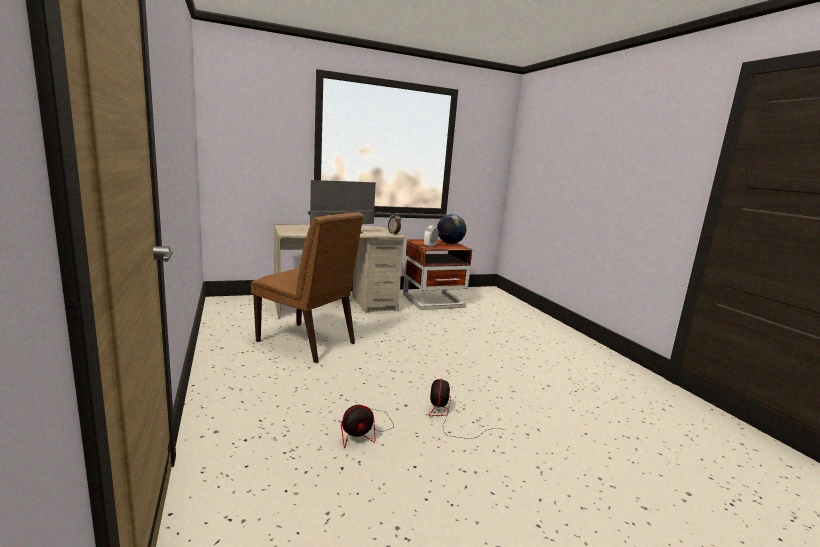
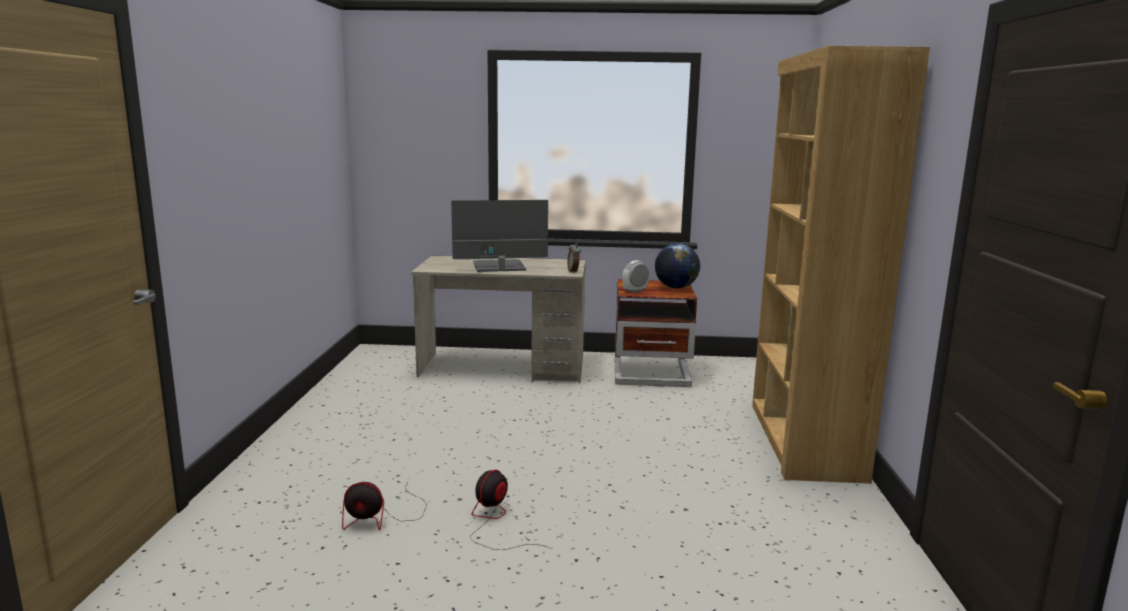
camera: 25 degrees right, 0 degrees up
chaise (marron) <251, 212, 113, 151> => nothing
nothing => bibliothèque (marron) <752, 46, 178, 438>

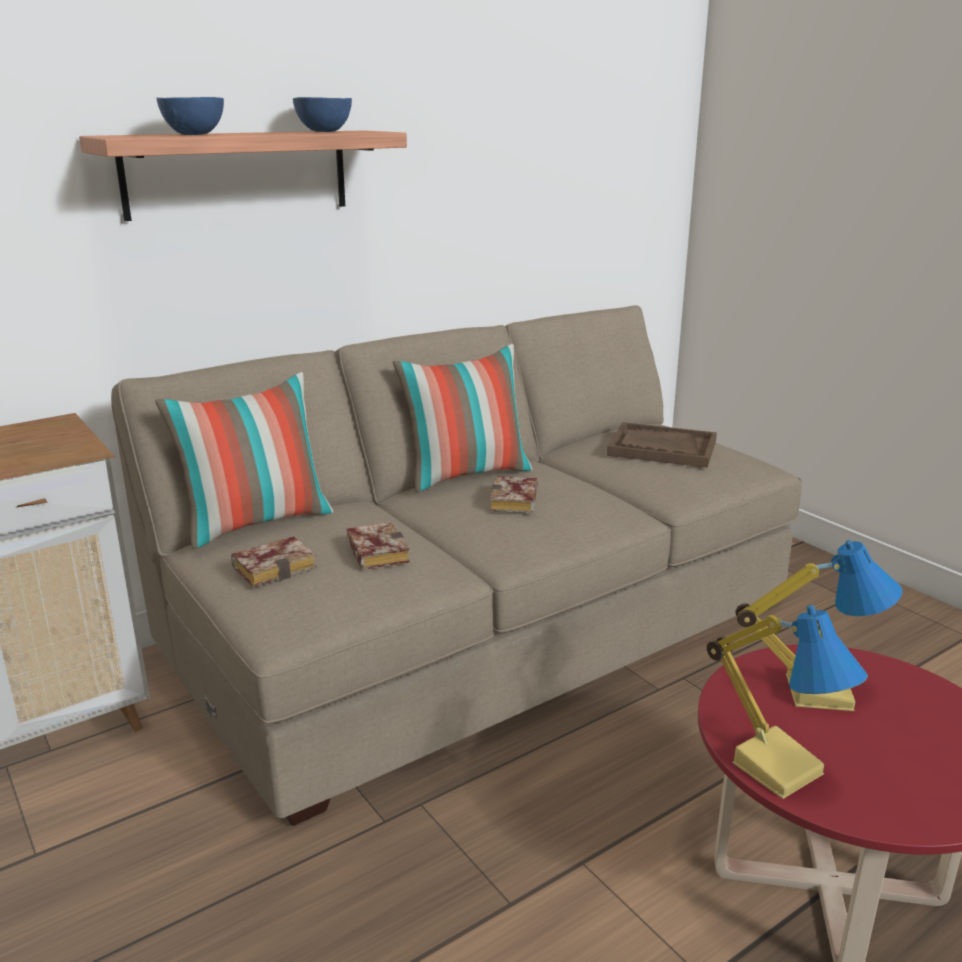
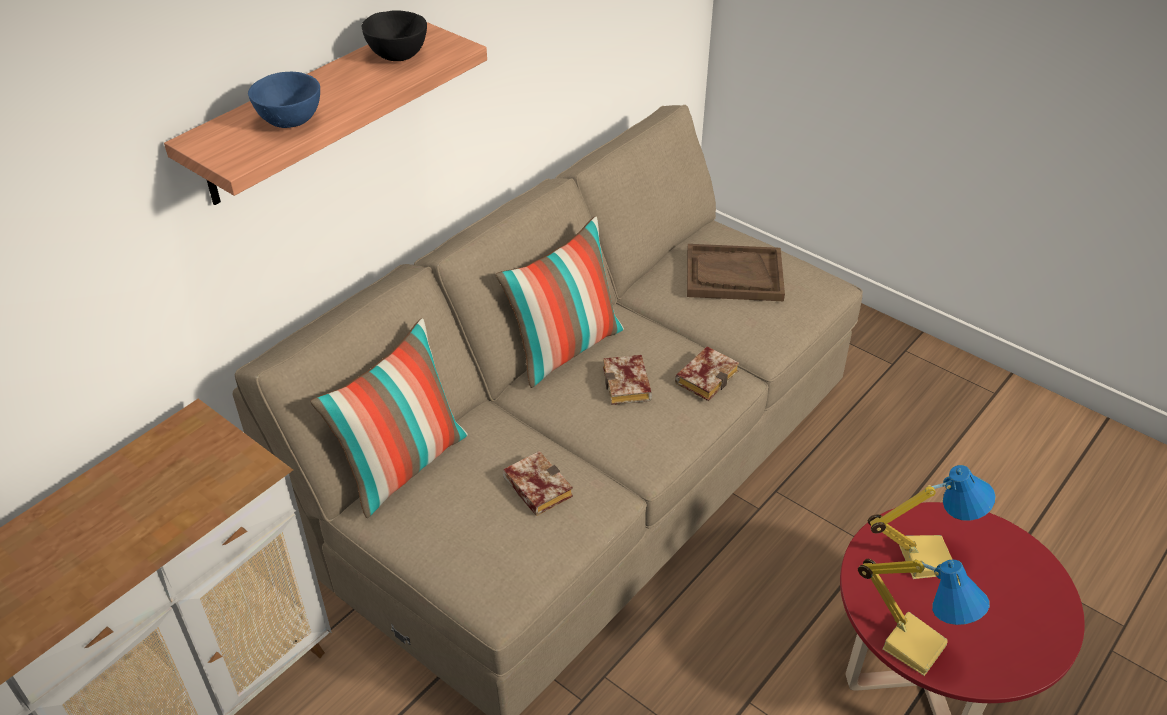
camera: 15 degrees left, 20 degrees up
livre <231, 536, 86, 51> => livre <675, 346, 64, 55>, shifted
bol (bleu) <293, 97, 59, 35> => bol (noir) <362, 10, 65, 51>

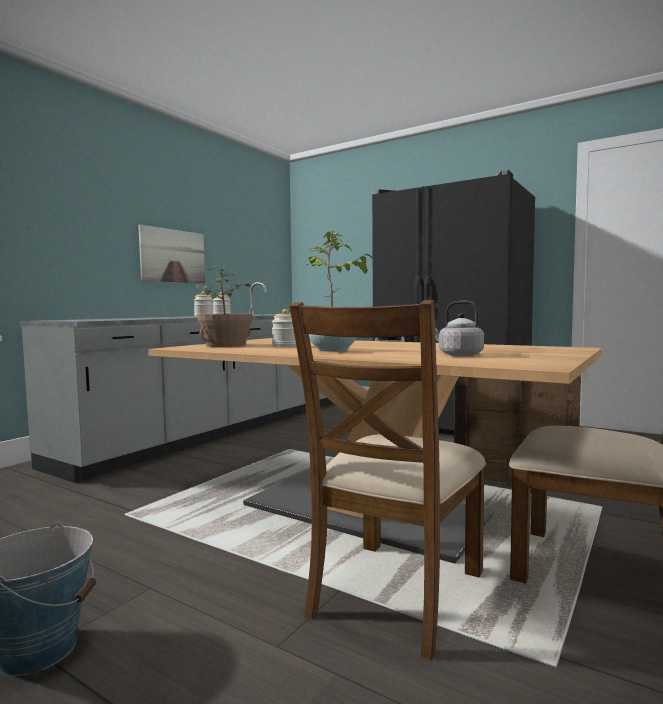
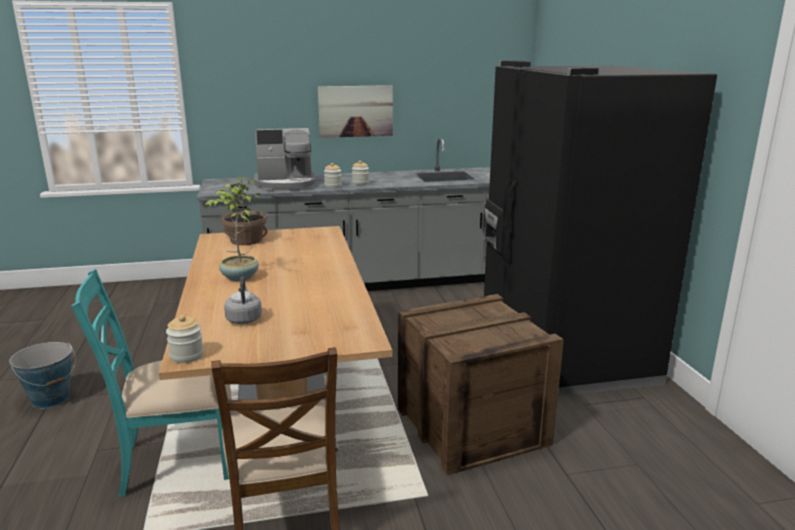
camera: 45 degrees right, 15 degrees up
bocal <272, 309, 24, 38> => bocal <166, 315, 38, 48>, shifted
chaise (marron) <290, 300, 196, 361> => chaise (turquoise) <71, 269, 161, 228>
nothing => machine à café <254, 128, 61, 63>

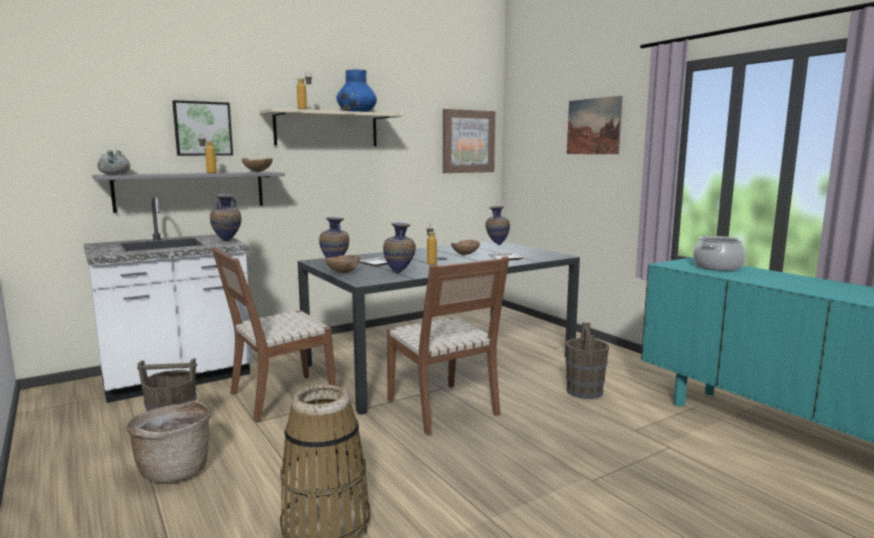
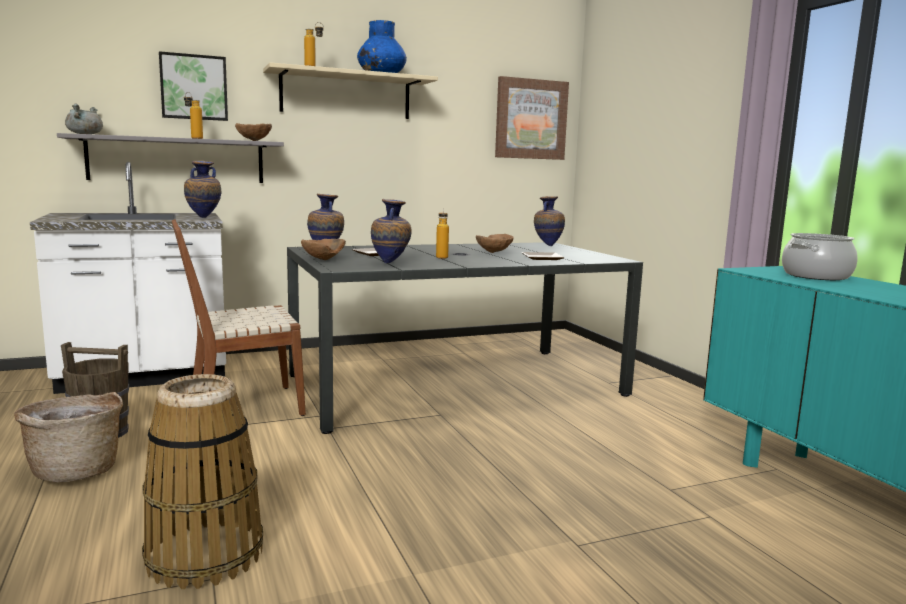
camera: 10 degrees right, 0 degrees up
chaise <387, 256, 122, 179> => nothing
seau (marron) <566, 323, 43, 76> => nothing
tableau <567, 96, 55, 58> => nothing

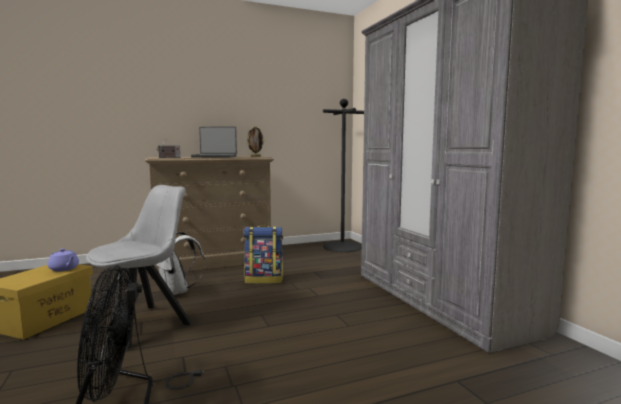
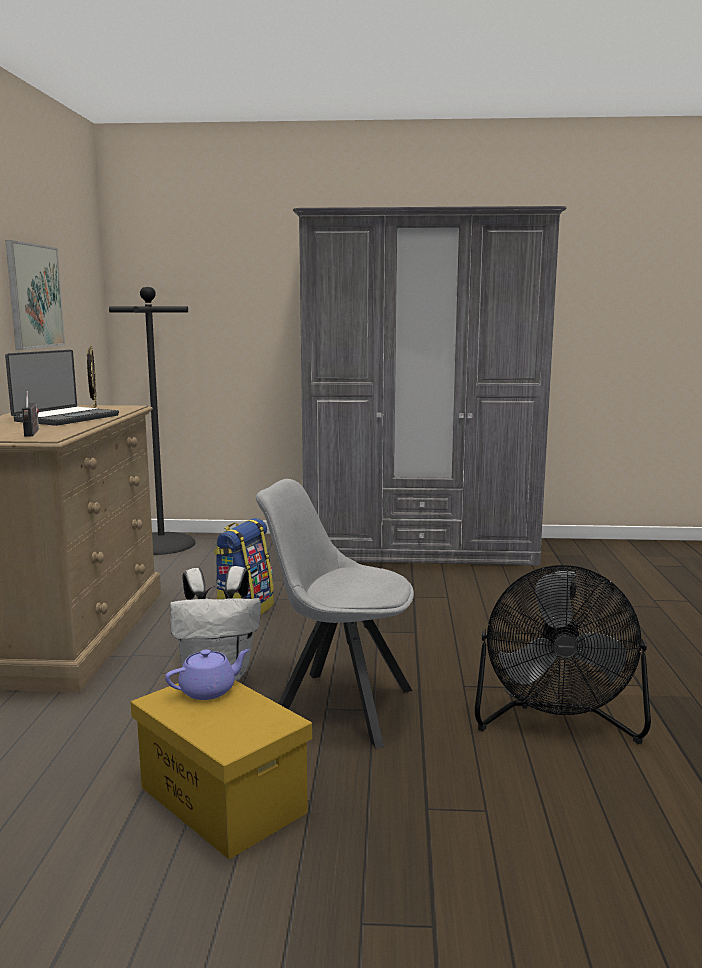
camera: 65 degrees left, 5 degrees up
chaise (gris) <86, 185, 106, 165> => chaise (gris) <256, 479, 158, 269>, 45 degrees counterclockwise
nothing => tableau <5, 240, 60, 110>

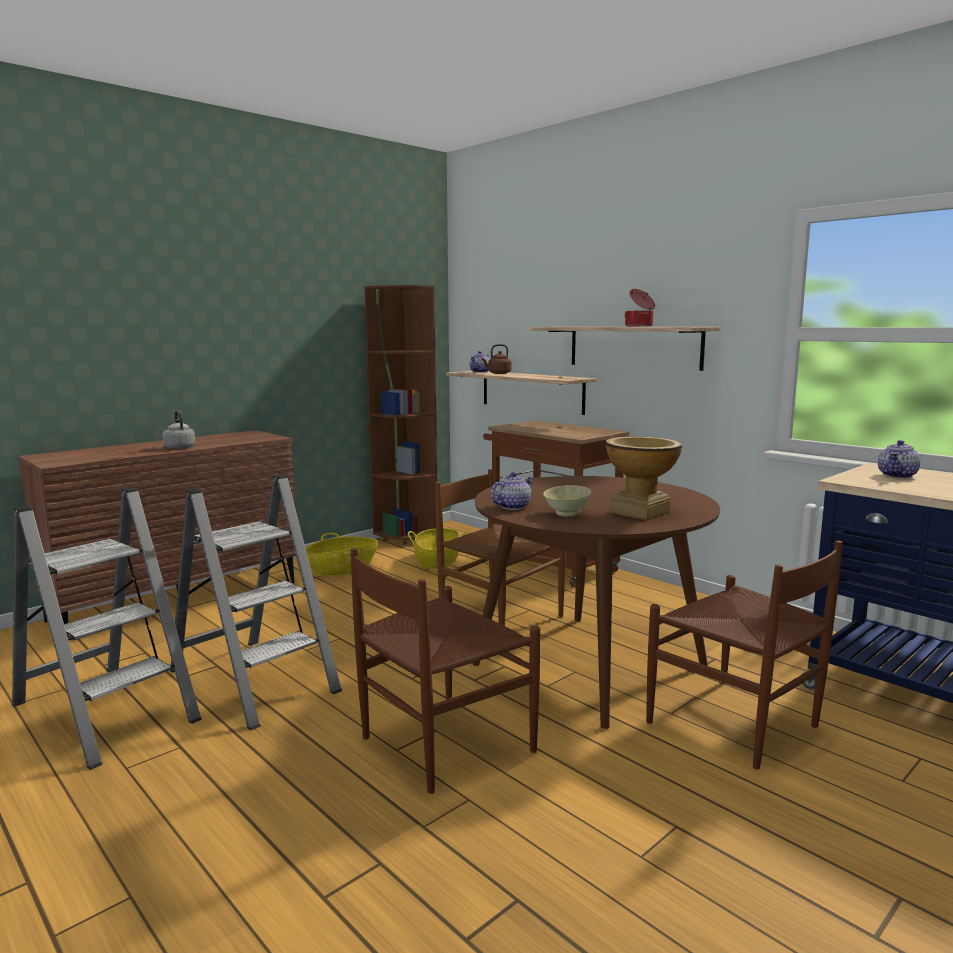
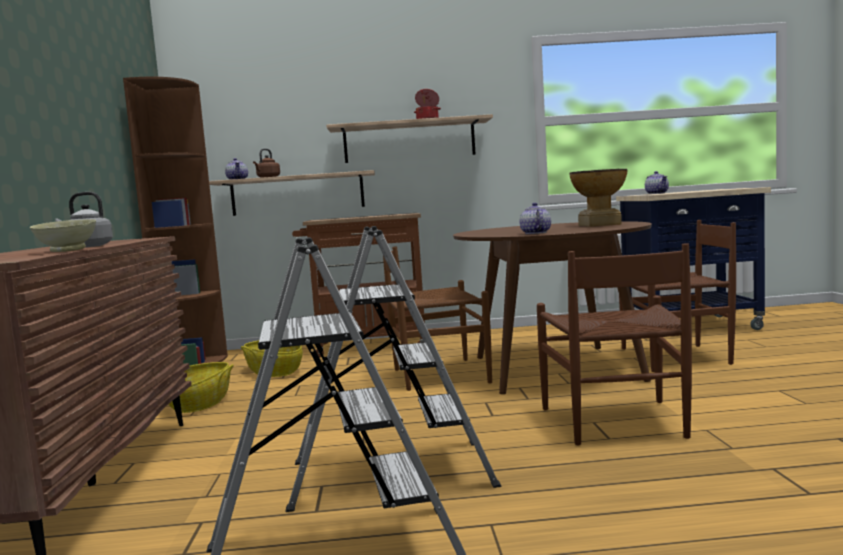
camera: 50 degrees left, 5 degrees down
bol (beige) <543, 485, 49, 32> => bol (beige) <29, 219, 67, 33>, shifted

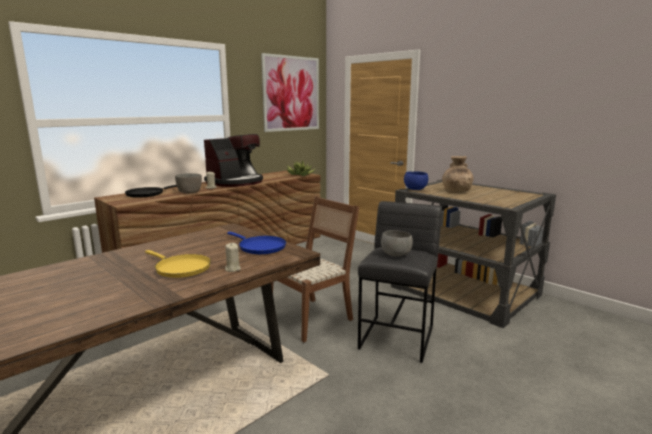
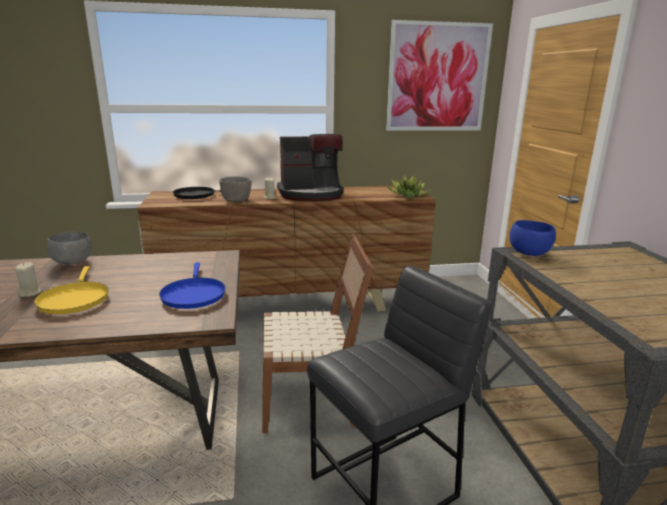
camera: 35 degrees right, 5 degrees up
bougie (beige) <225, 243, 16, 29> => bougie (beige) <15, 262, 26, 35>, shifted
bol (gris) <381, 230, 32, 26> => bol (gris) <47, 231, 45, 33>, shifted
vase (marron) <442, 156, 31, 36> => nothing

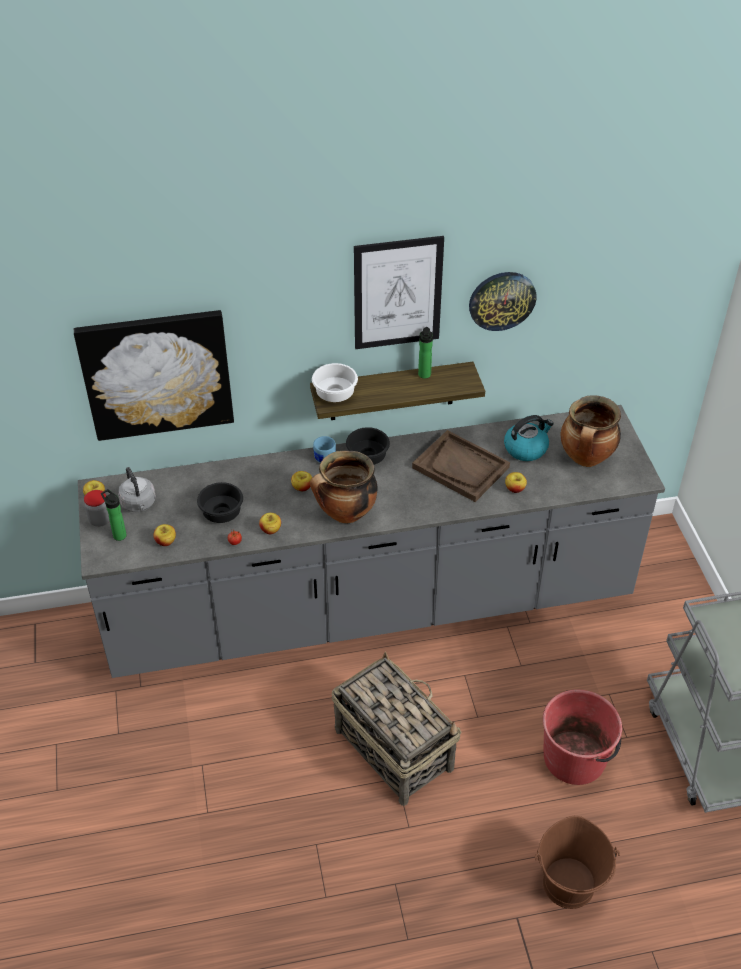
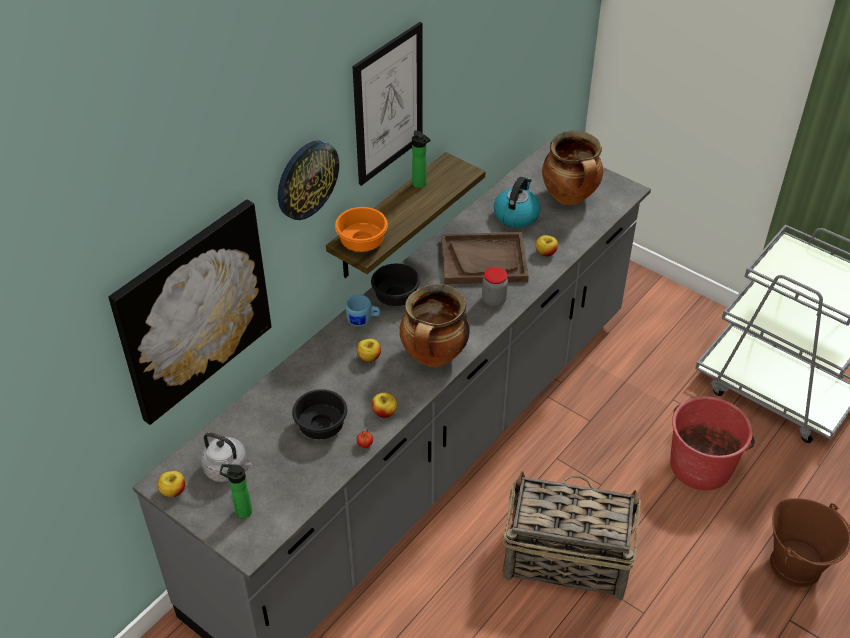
camera: 40 degrees left, 0 degrees up
bocal <84, 490, 26, 37> => bocal <482, 267, 26, 40>, shifted
pomme <153, 524, 23, 22> => nothing
bol (blanc) <312, 363, 46, 39> => bol (orange) <335, 207, 53, 45>
horloge murale <469, 272, 68, 59> => horloge murale <278, 140, 61, 80>, shifted

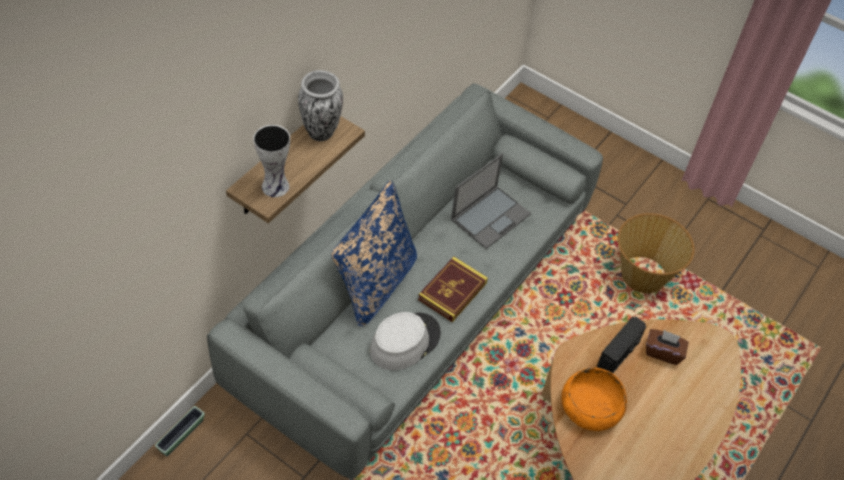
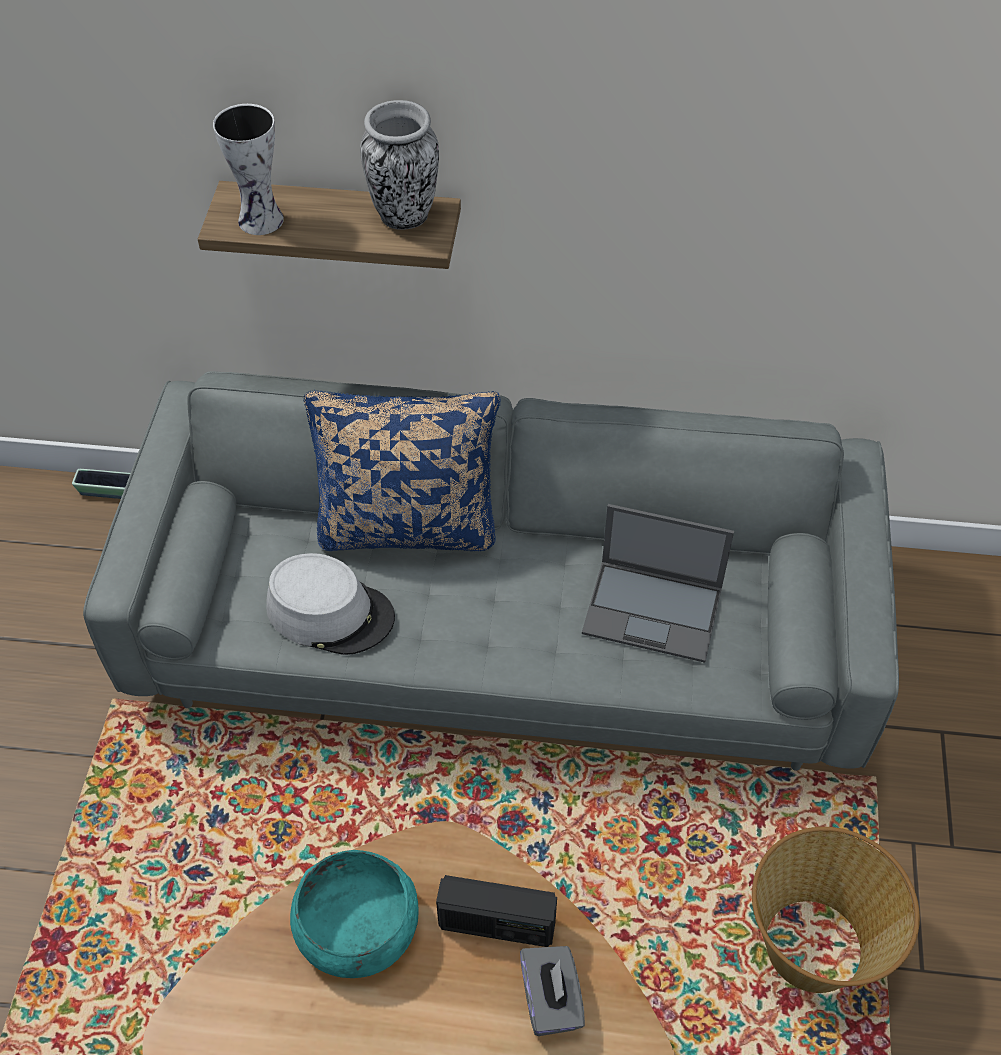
camera: 65 degrees right, 0 degrees up
livre <418, 257, 70, 65> => nothing
bol (orange) <561, 368, 66, 63> => bol (turquoise) <290, 850, 129, 128>
boîte à mouchoirs (marron) <646, 329, 42, 36> => boîte à mouchoirs (gris) <520, 946, 65, 90>

